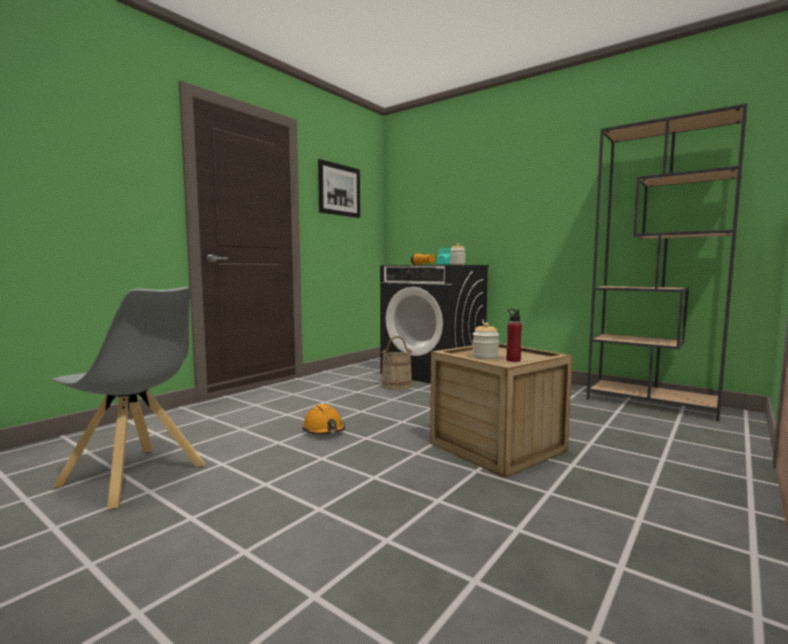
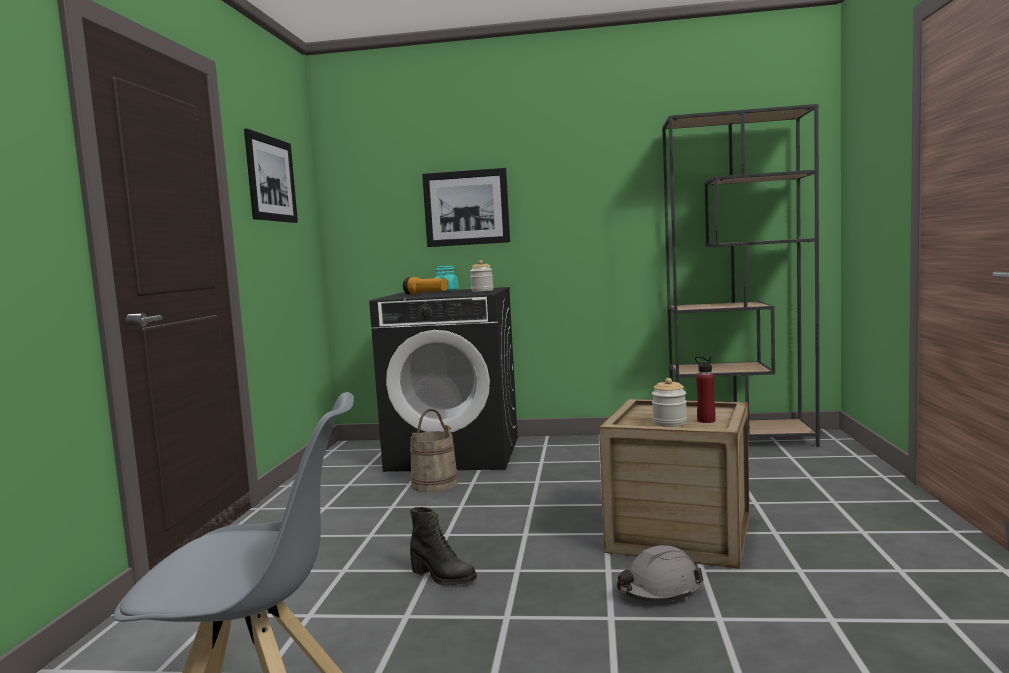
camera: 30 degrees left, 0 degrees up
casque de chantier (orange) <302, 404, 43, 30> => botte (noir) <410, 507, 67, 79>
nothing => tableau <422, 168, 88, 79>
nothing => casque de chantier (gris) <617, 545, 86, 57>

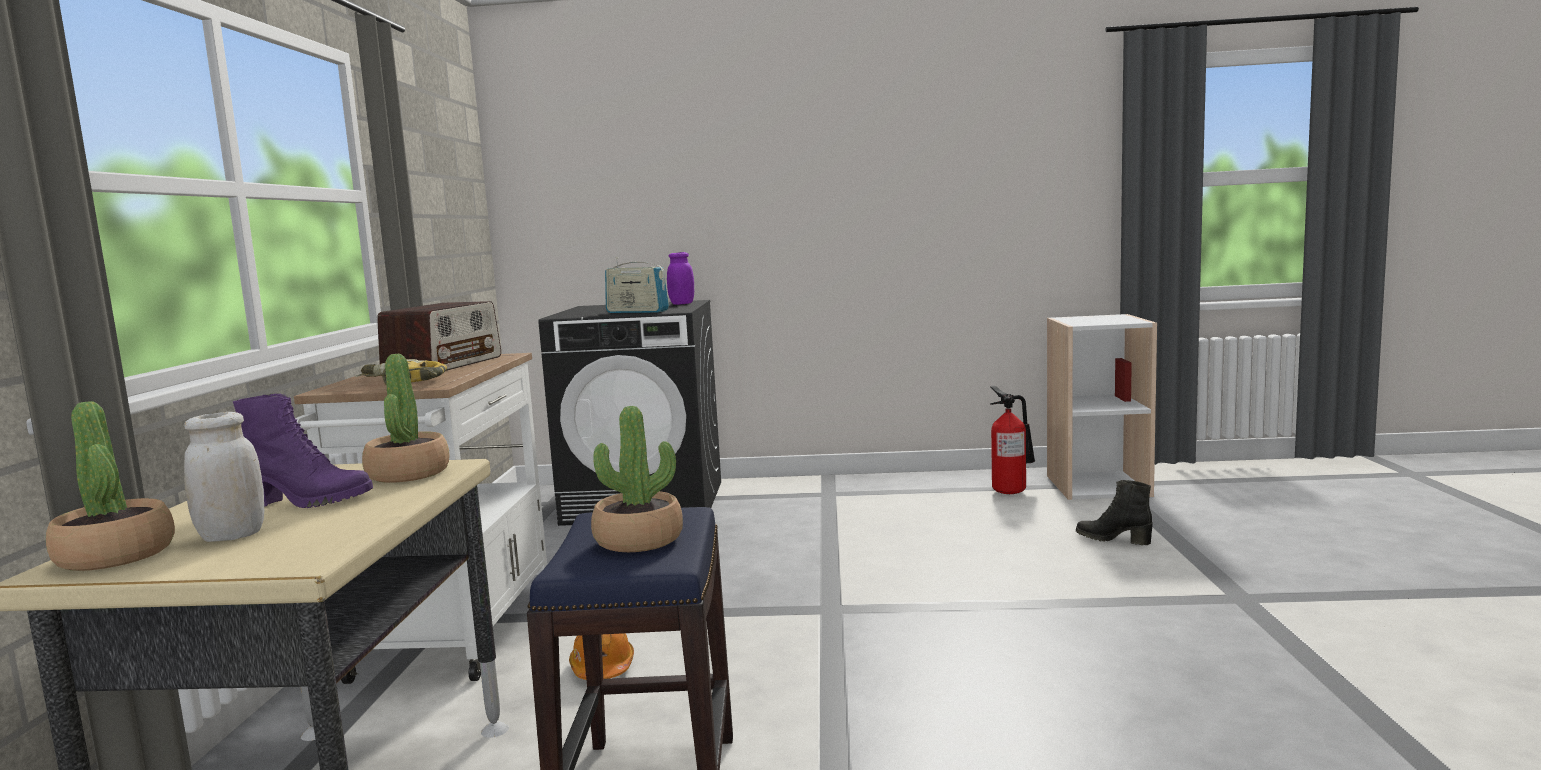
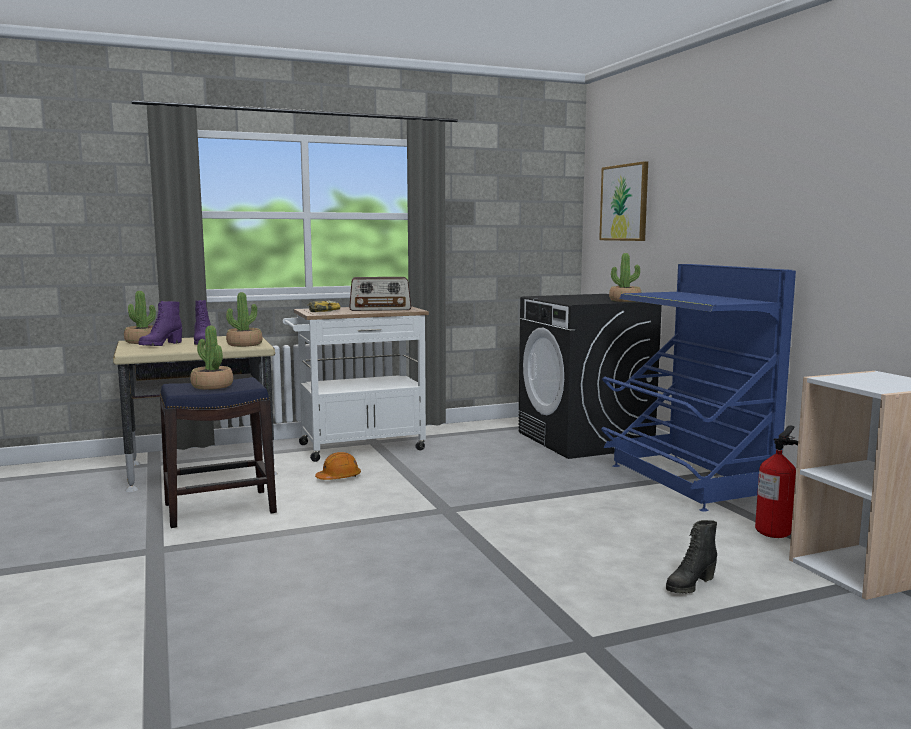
camera: 65 degrees right, 0 degrees up
bocal (blanc) <184, 412, 81, 130> => botte (violet) <139, 301, 43, 45>
radio <605, 257, 64, 56> => nothing
bocal (violet) <667, 252, 27, 53> => plante en pot <609, 253, 32, 49>
botte (noir) <1076, 480, 77, 65> => botte (noir) <666, 520, 51, 73>, 135 degrees counterclockwise
nothing => tableau <599, 161, 49, 80>
nothing => étagère à chaussures (bleu) <601, 264, 195, 247>

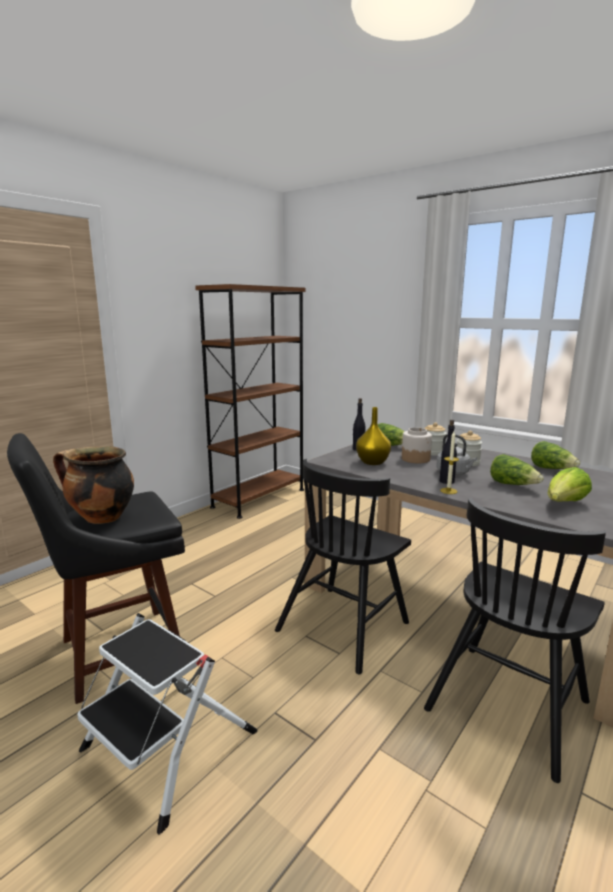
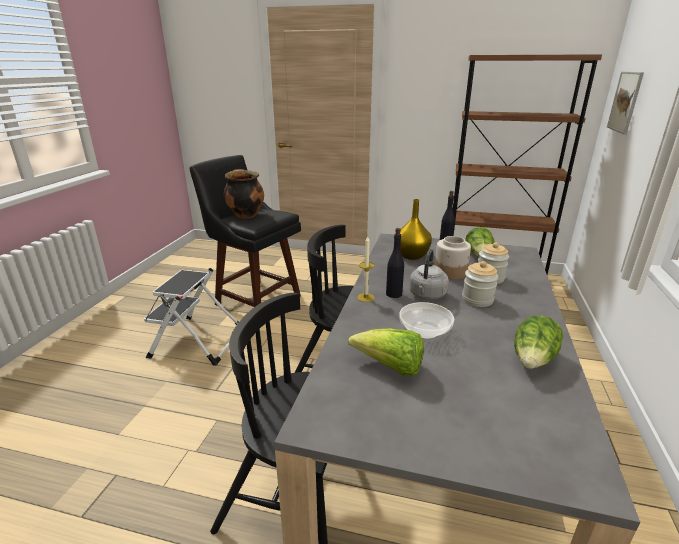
camera: 65 degrees right, 10 degrees up
laitue <490, 454, 54, 31> => bol <399, 302, 55, 38>
nothing => tableau <607, 72, 37, 63>

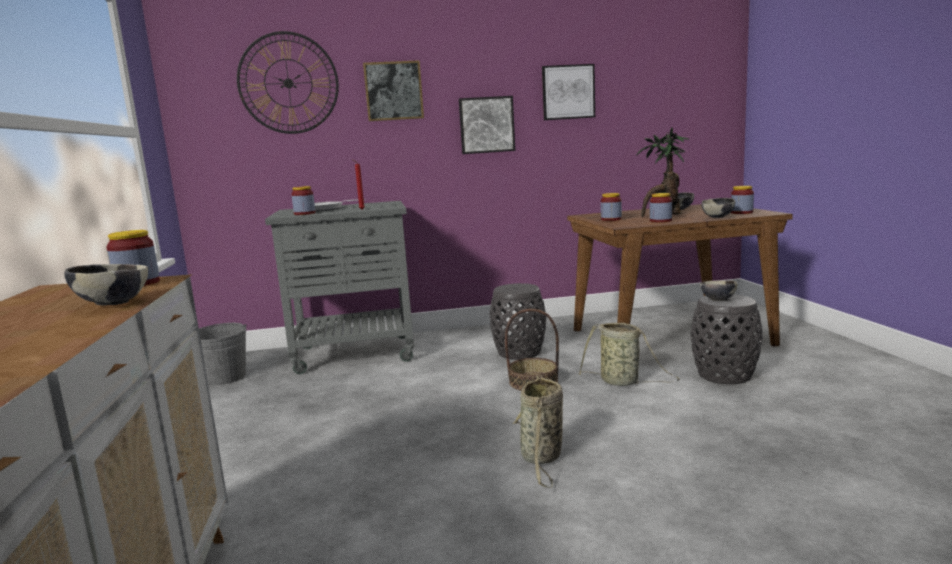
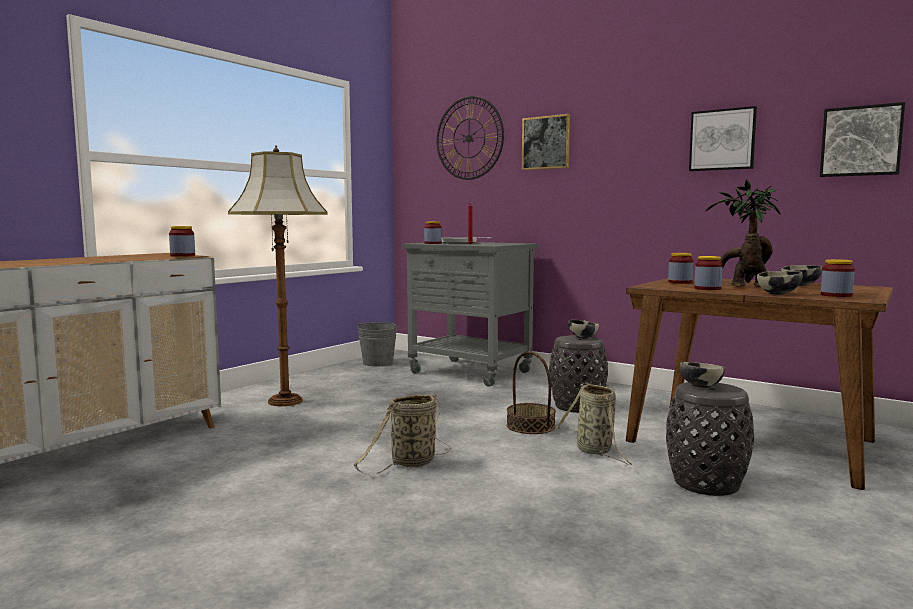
camera: 45 degrees right, 5 degrees down
bol <64, 264, 84, 41> => bol <568, 320, 31, 19>, shifted
tableau <459, 96, 56, 58> => tableau <820, 102, 85, 75>, shifted
nothing => lampadaire <228, 145, 100, 261>

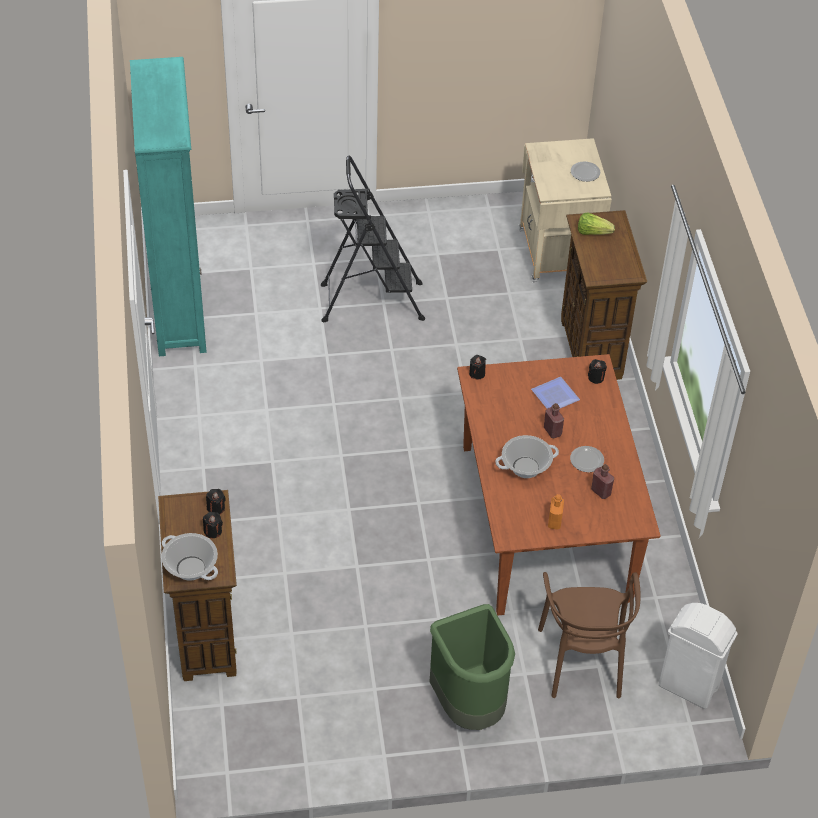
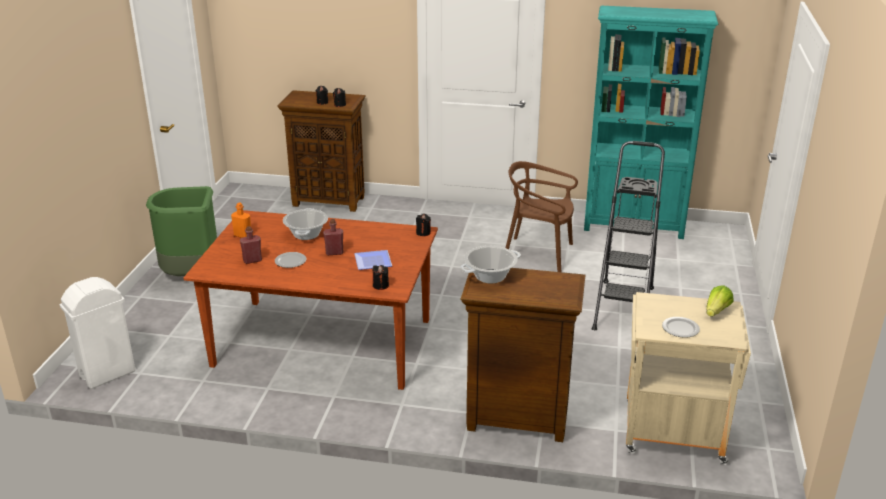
camera: 110 degrees right, 20 degrees down
marmite <161, 533, 57, 48> => marmite <460, 246, 61, 38>, shifted
chaise (marron) <538, 572, 103, 126> => chaise (marron) <505, 161, 73, 111>, shifted
laitue <578, 213, 37, 22> => laitue <706, 285, 28, 32>, shifted

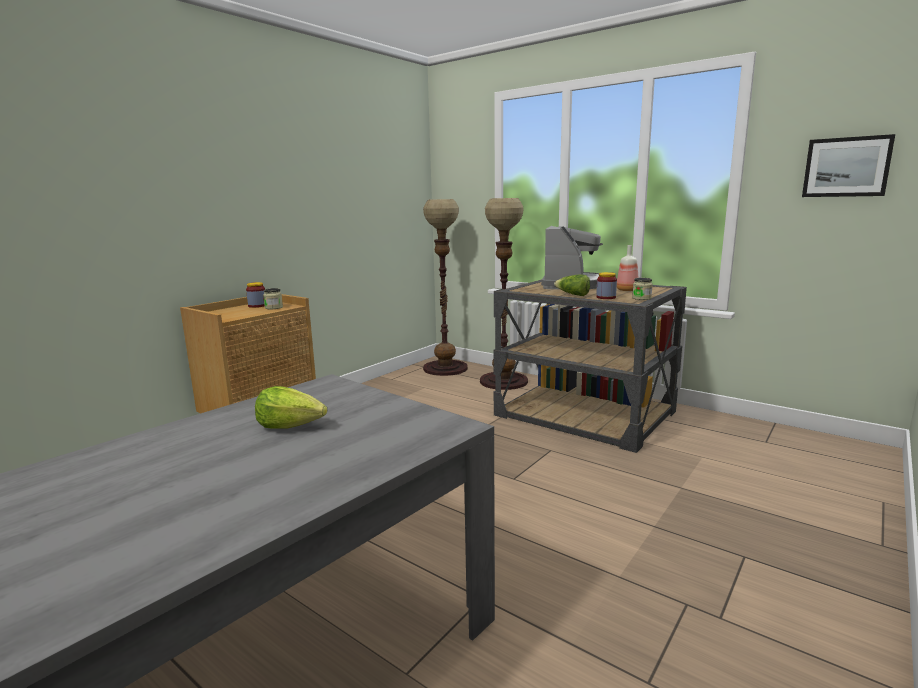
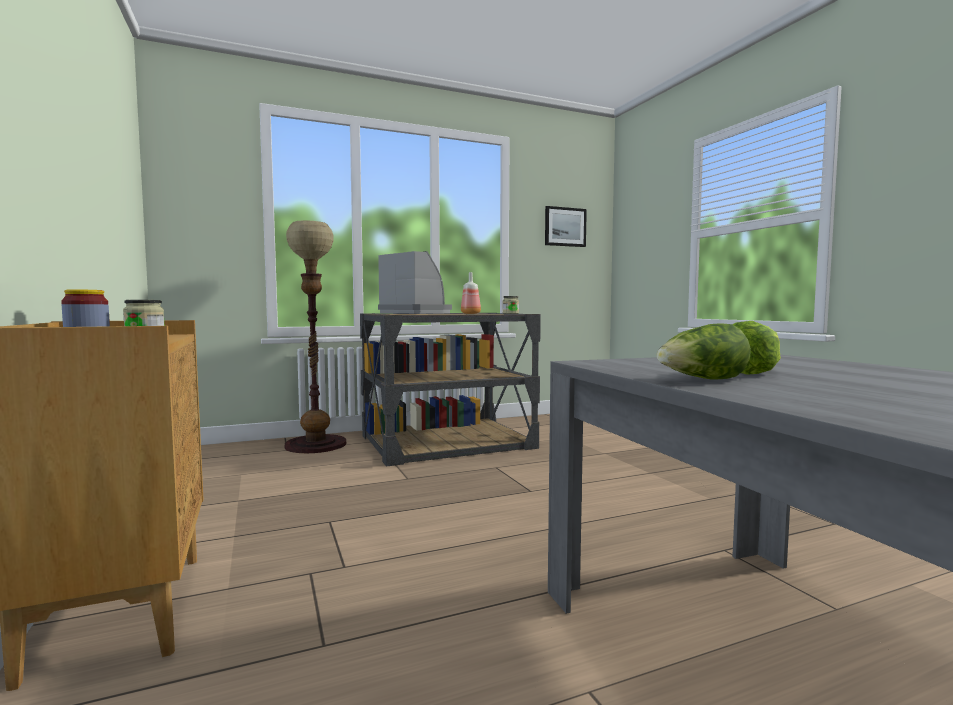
camera: 60 degrees left, 10 degrees down
lampadaire <423, 199, 45, 177> => nothing
laitue <554, 275, 36, 21> => laitue <657, 323, 94, 56>, shifted
bocal <596, 272, 21, 27> => nothing

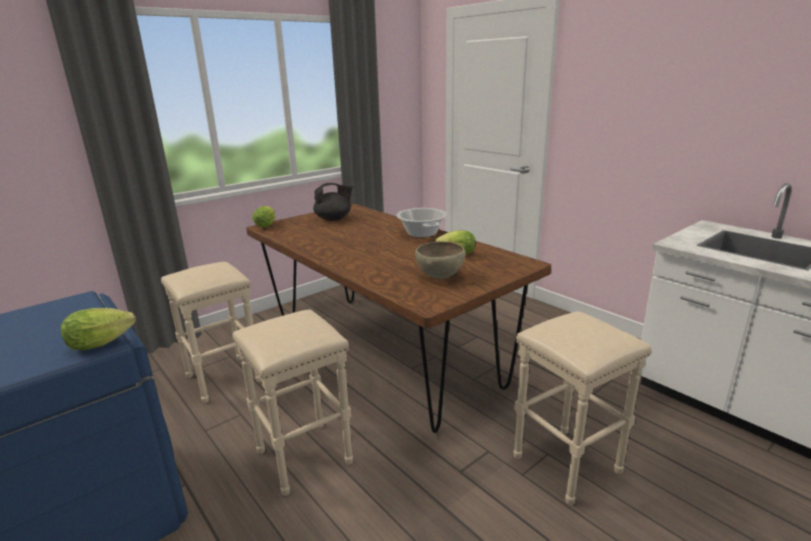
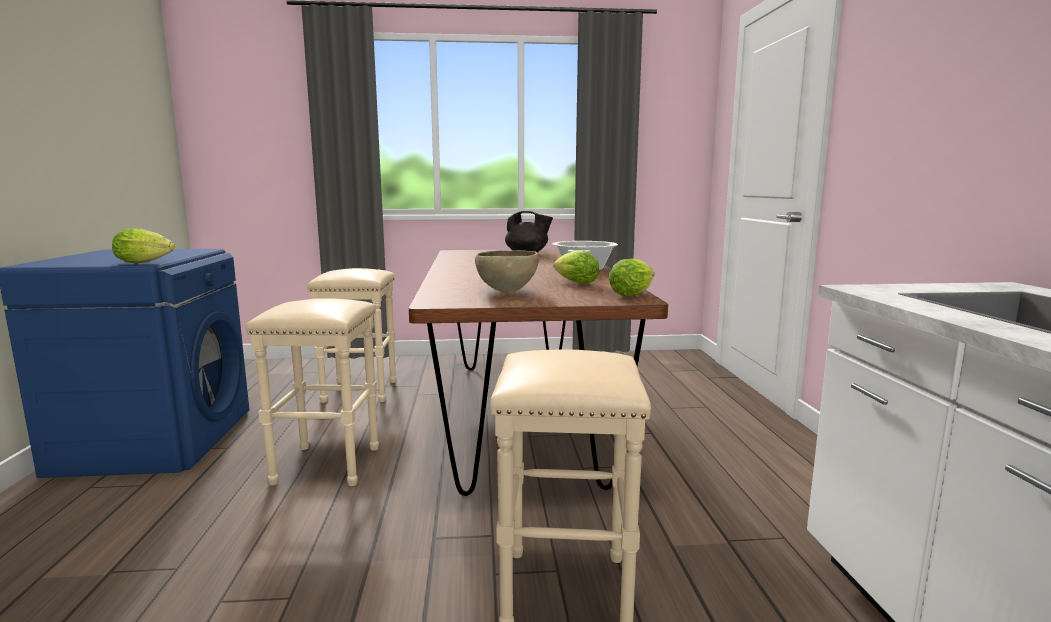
camera: 35 degrees right, 10 degrees down
laitue <252, 206, 23, 22> => laitue <608, 258, 46, 38>, shifted

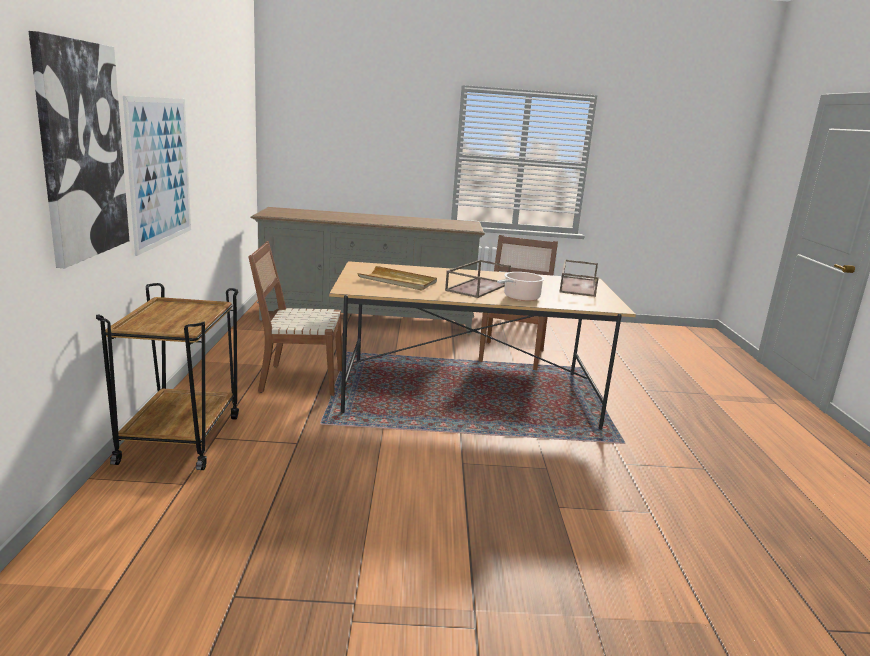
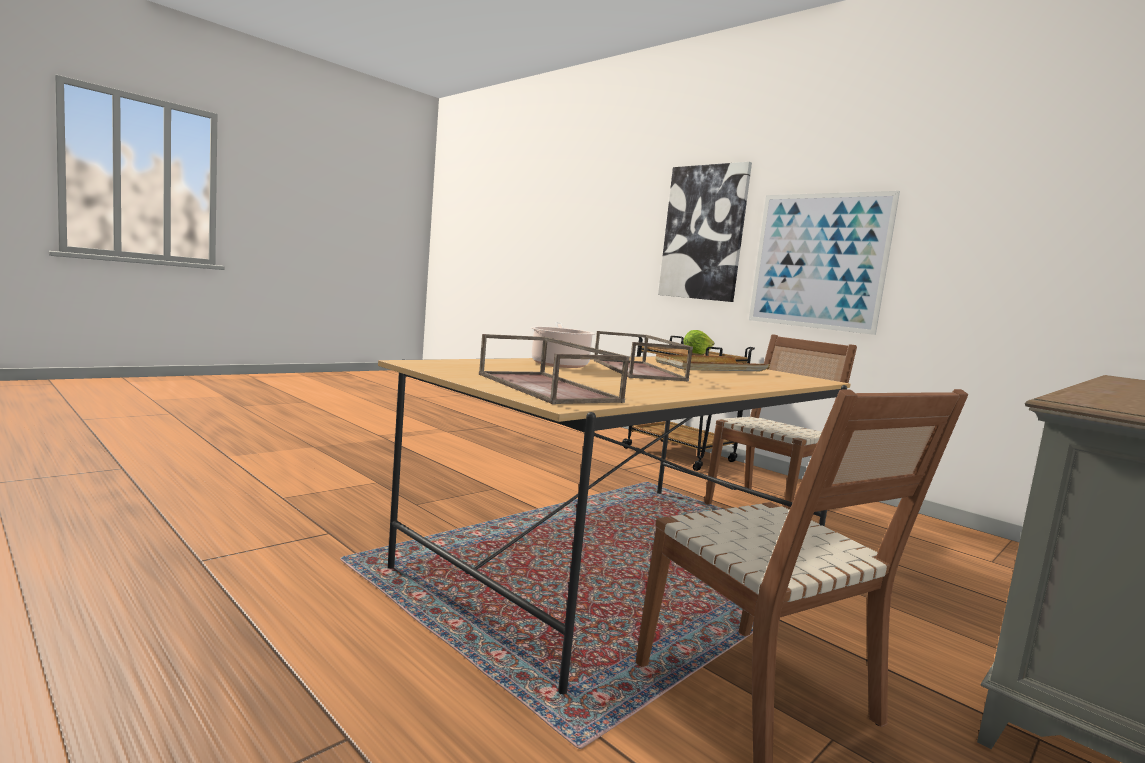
camera: 135 degrees right, 10 degrees down
nothing => laitue <683, 330, 31, 25>

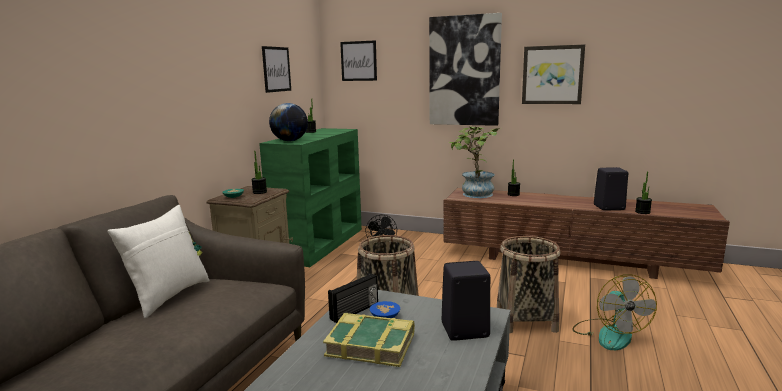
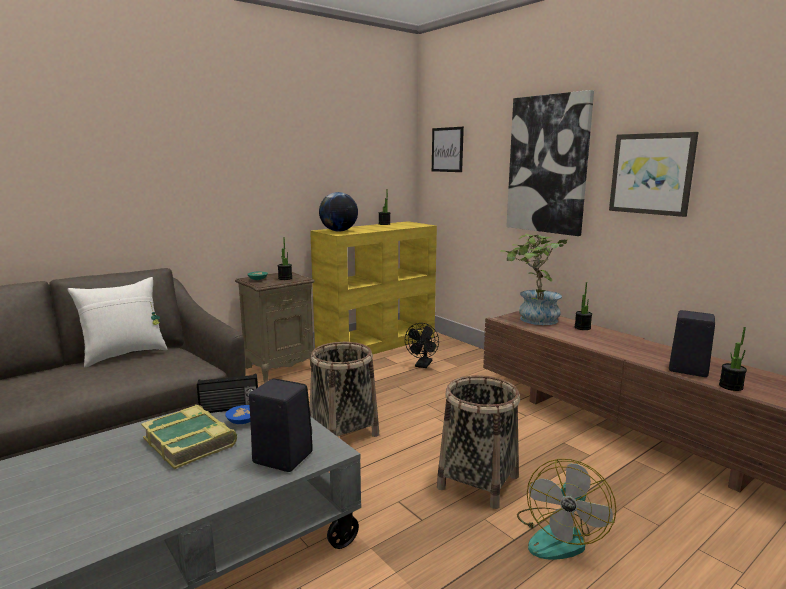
camera: 30 degrees right, 0 degrees up
bibliothèque (vert) <259, 128, 103, 139> => bibliothèque (jaune) <310, 221, 127, 133>
tableau <262, 46, 29, 47> => nothing

